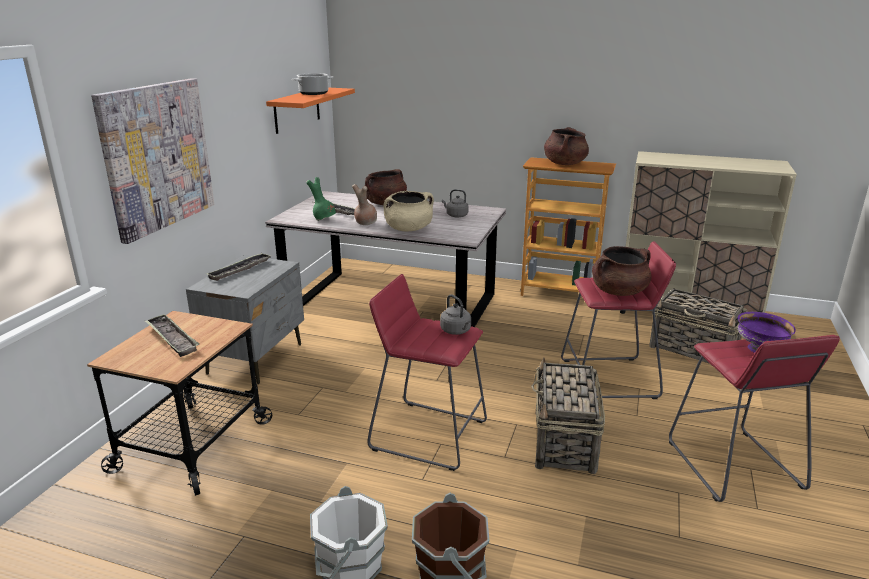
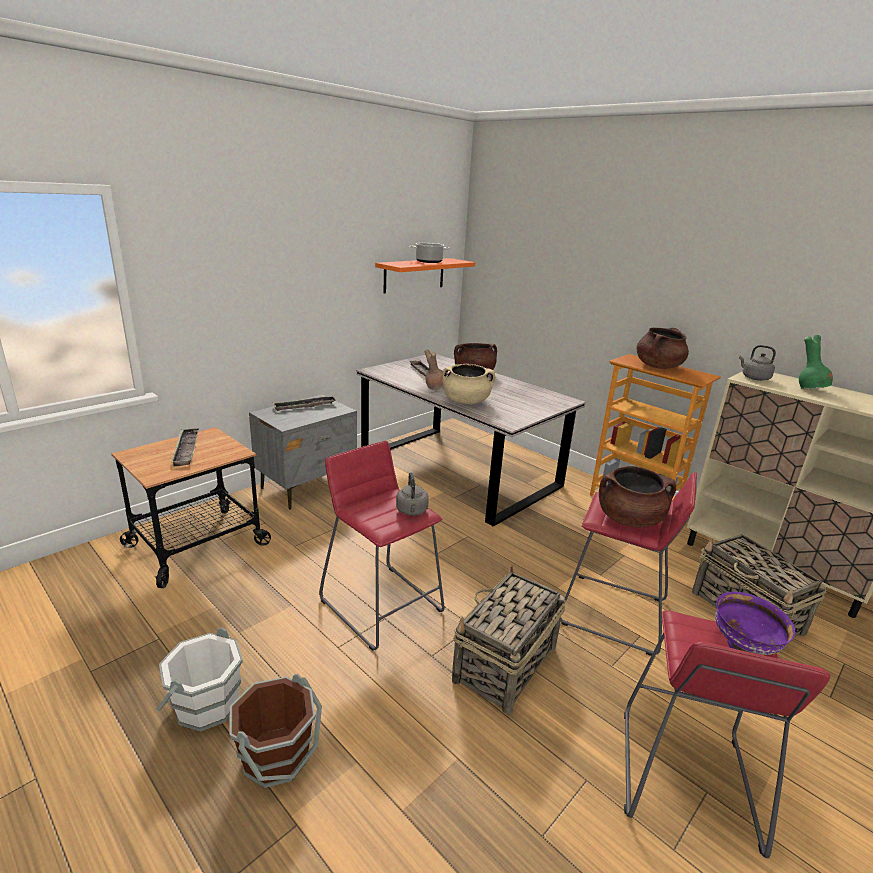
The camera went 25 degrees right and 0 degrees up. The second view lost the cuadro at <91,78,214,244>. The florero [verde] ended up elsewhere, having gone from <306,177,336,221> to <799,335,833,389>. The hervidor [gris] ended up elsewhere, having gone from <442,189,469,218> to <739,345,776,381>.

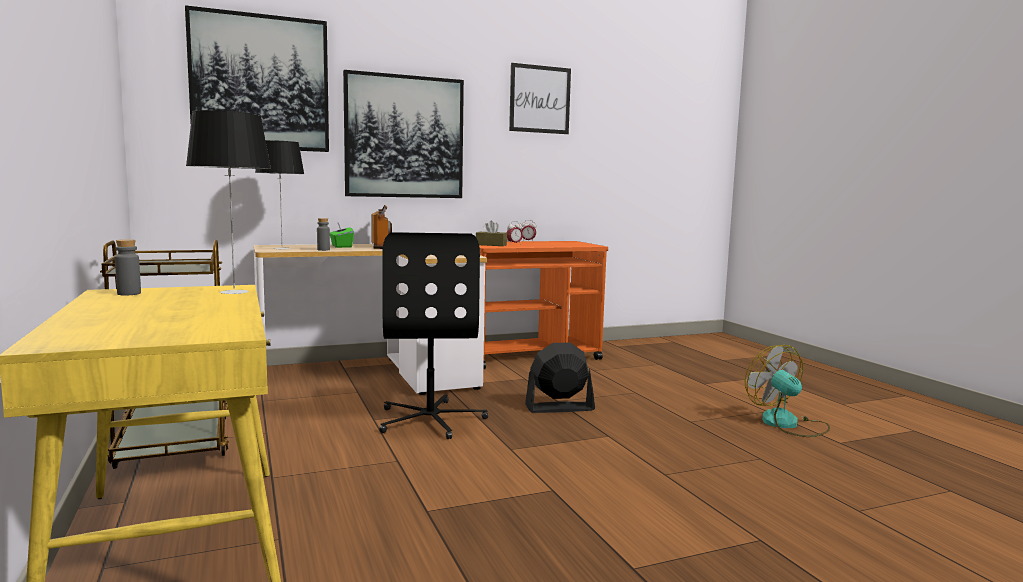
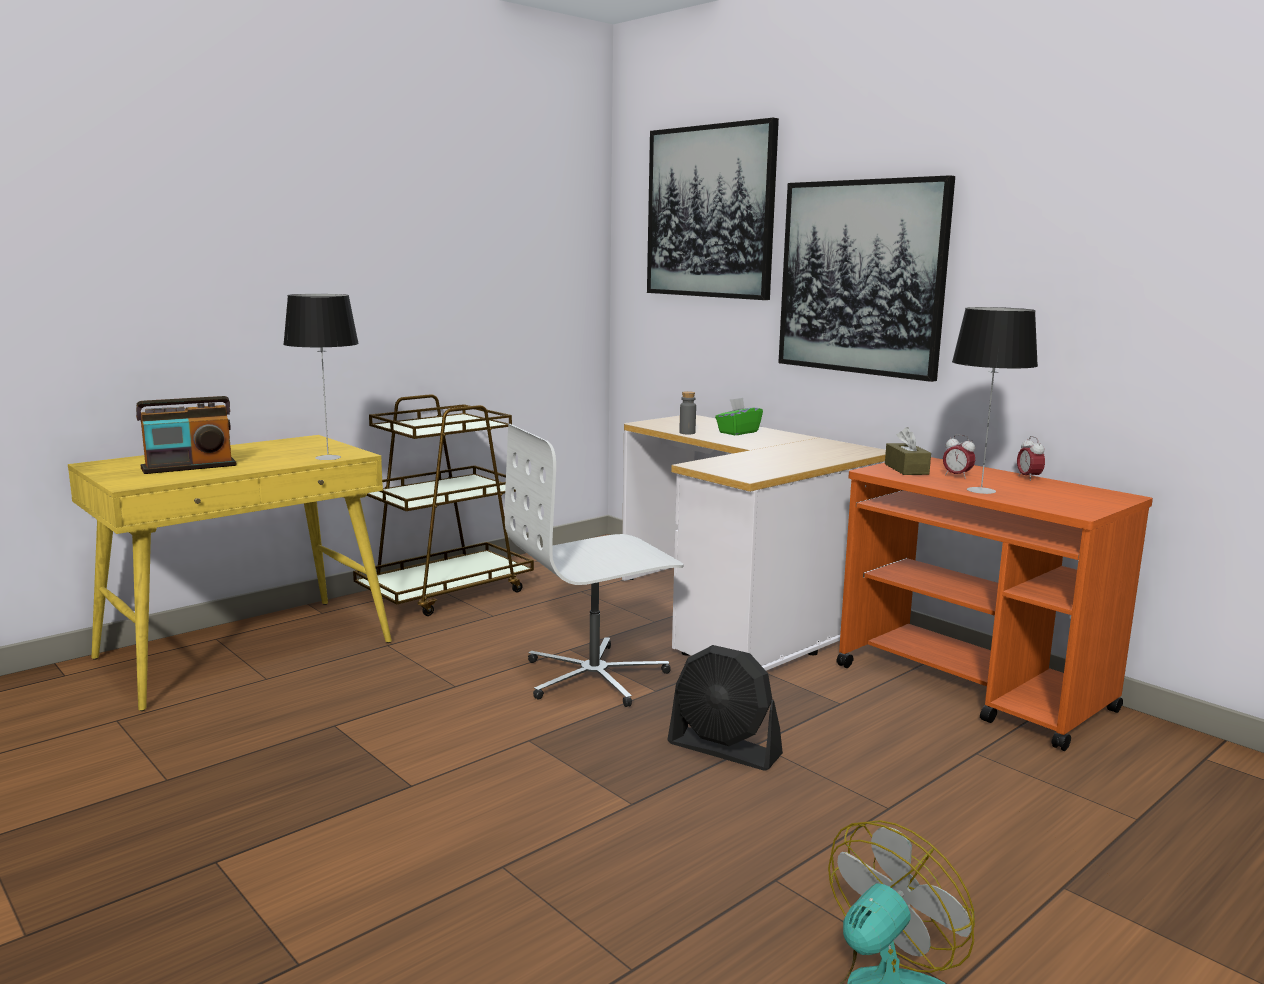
The camera went 70 degrees right and 5 degrees up. The second view lost the botella [gris] at <115,239,141,295>. The second view lost the cuadro at <509,63,571,134>. The lámpara de mesa ended up elsewhere, having gone from <255,140,304,249> to <952,307,1038,494>. The radio ended up elsewhere, having gone from <371,205,392,249> to <136,396,237,474>. What was the silla de oficina [negro] at <379,232,488,439> turned into the silla de oficina [blanco] at <505,424,684,707>. The ventilador [negro] at <525,343,595,413> ended up facing another way, 150 degrees clockwise from before.

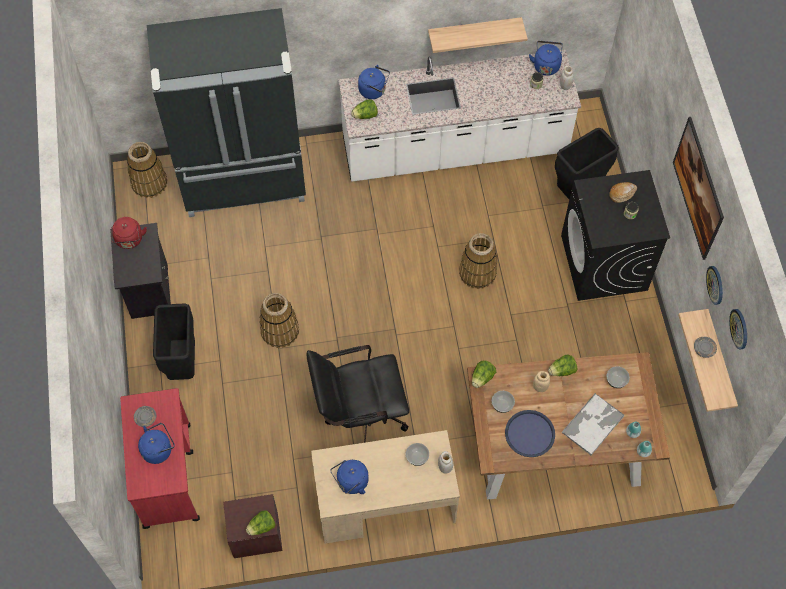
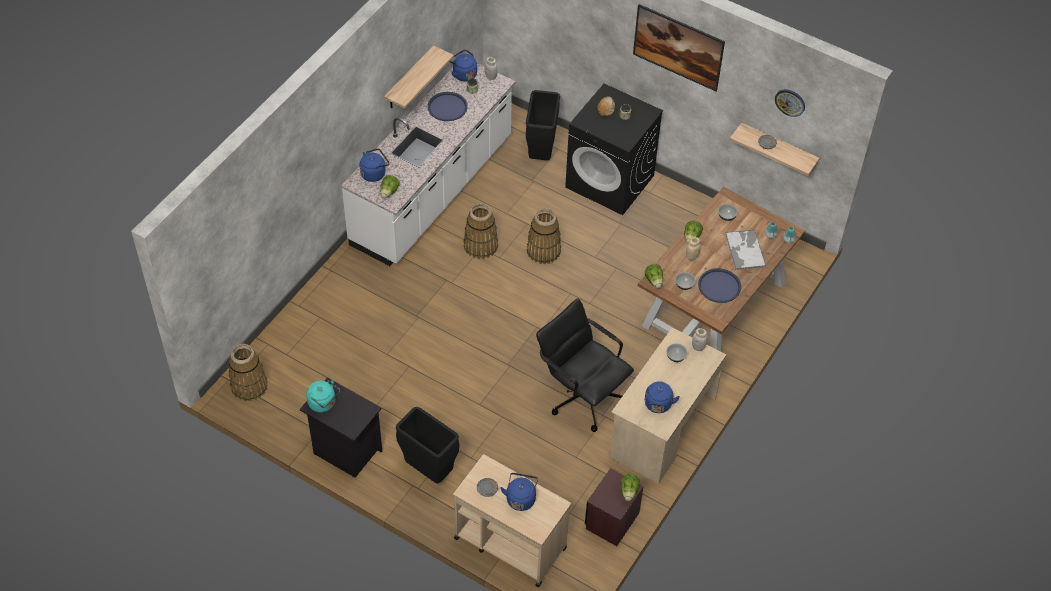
The camera went 50 degrees left and 10 degrees down. The second view lost the nevera [negro] at <147,8,306,217>. The second view lost the reloj de pared at <706,266,723,305>. The second view gained the bandeja [azul] at <428,92,468,121>. The cesta ended up elsewhere, having gone from <260,293,299,348> to <464,203,498,259>. What was the hervidor [rojo] at <111,217,147,249> turned into the hervidor [turquesa] at <306,379,340,413>. What was the carrito [rojo] at <120,388,200,529> turned into the carrito [beis] at <453,454,571,587>. The silla de oficina [negro] at <307,345,409,443> ended up facing another way, 105 degrees clockwise from before.

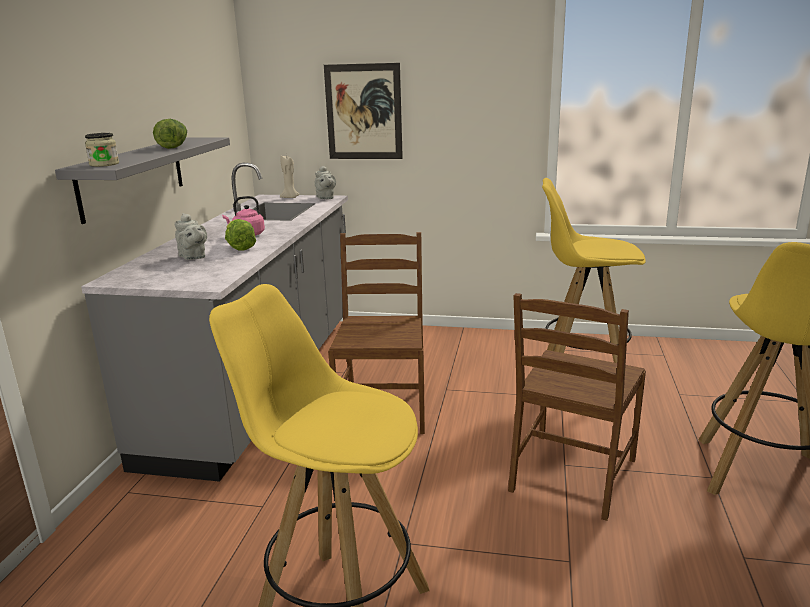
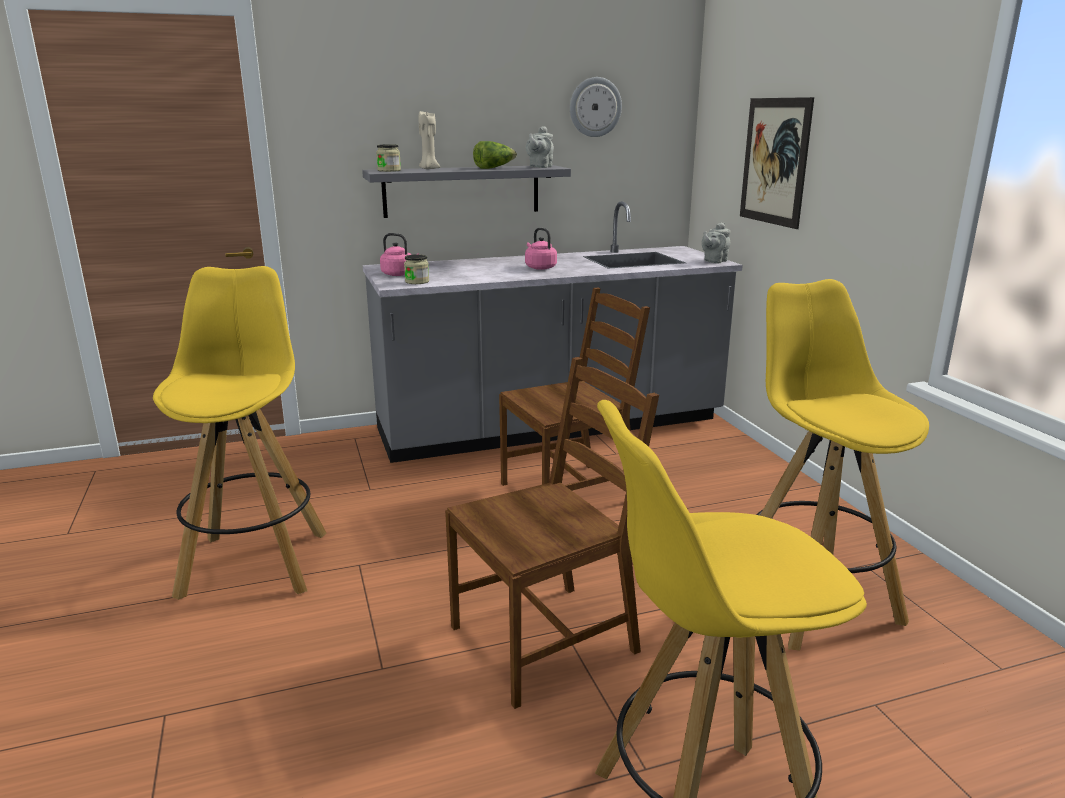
The camera went 60 degrees right and 0 degrees up. The second view lost the lechuga at <225,219,256,251>. The second view gained the hervidor [rosa] at <380,233,419,276>. The second view gained the tarro at <404,254,429,284>. The second view gained the reloj de pared at <570,77,622,137>. The tetera [gris] ended up elsewhere, having gone from <175,213,207,260> to <526,126,554,168>. The vela [beis] ended up elsewhere, having gone from <280,156,300,198> to <419,111,440,169>. The silla [marrón] at <508,293,646,521> ended up facing another way, 150 degrees clockwise from before.

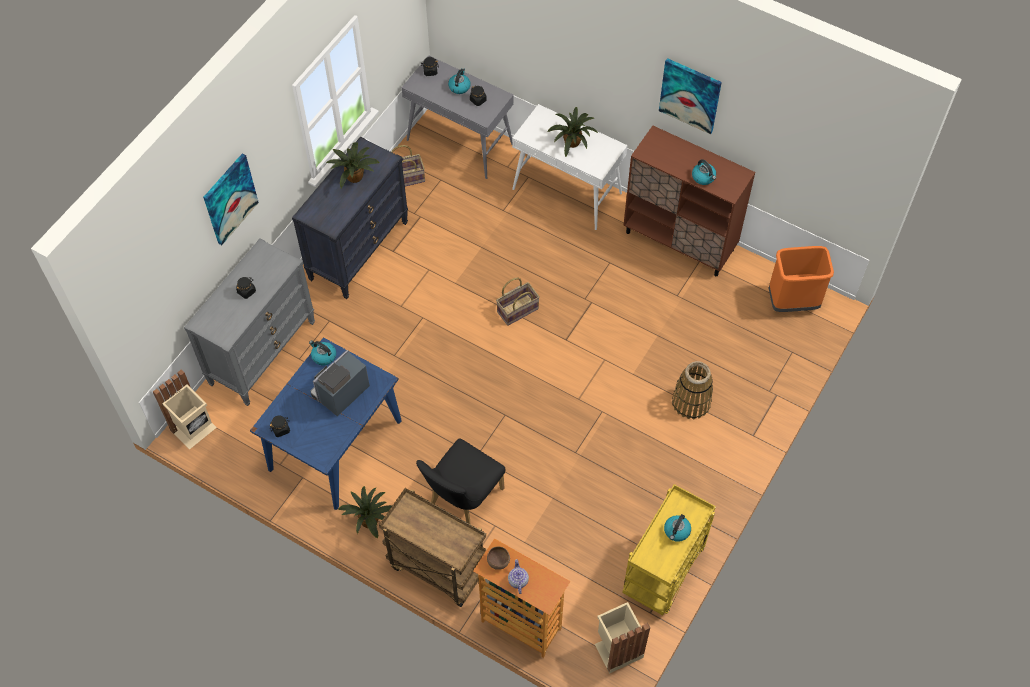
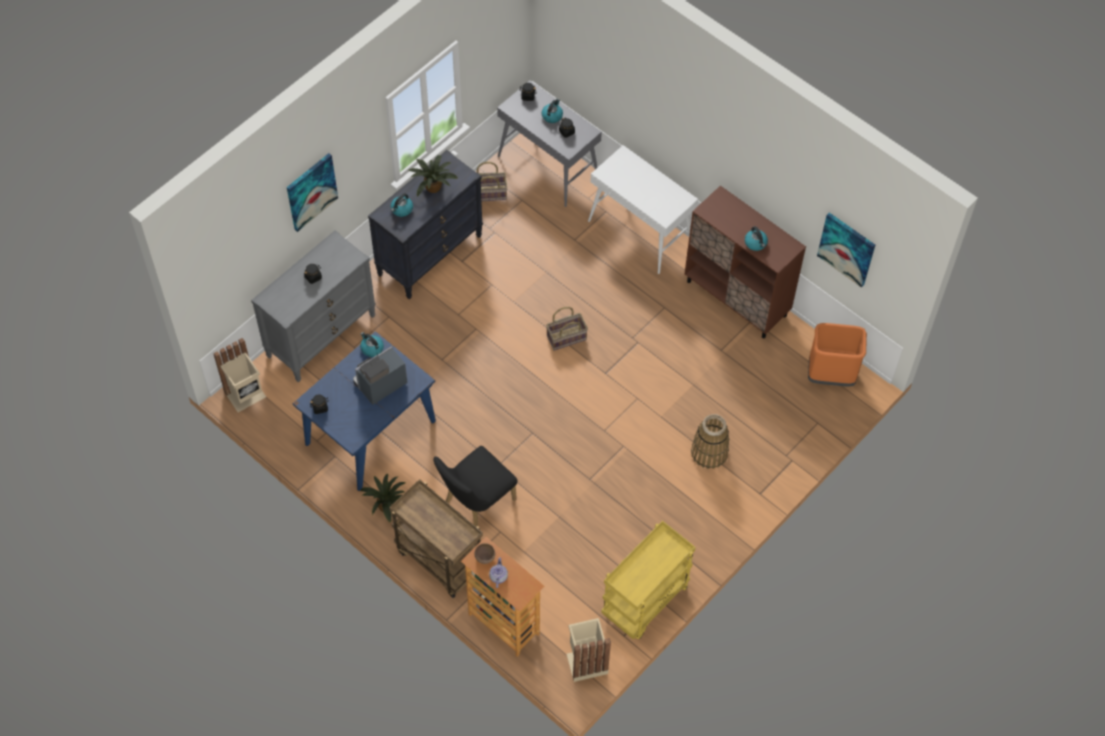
The camera went 10 degrees right and 0 degrees up. The second view lost the planta en maceta at <547,107,598,157>. The cuadro ended up elsewhere, having gone from <659,58,722,134> to <817,213,875,288>. The hervidor ended up elsewhere, having gone from <664,514,691,542> to <391,193,413,217>.

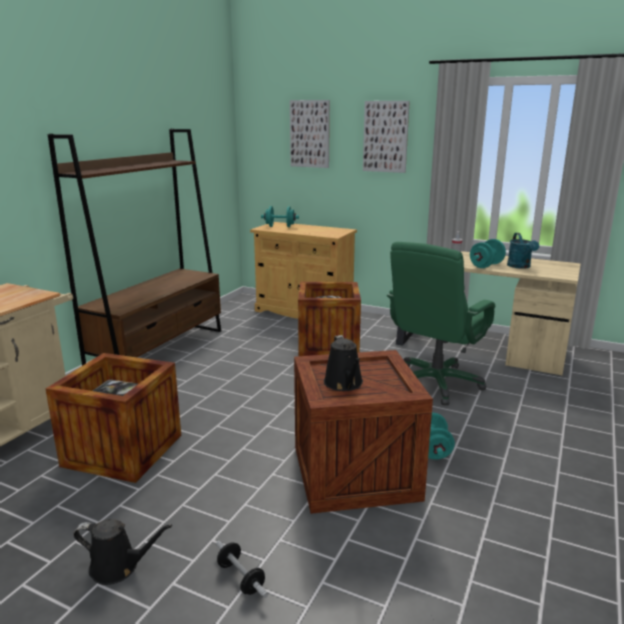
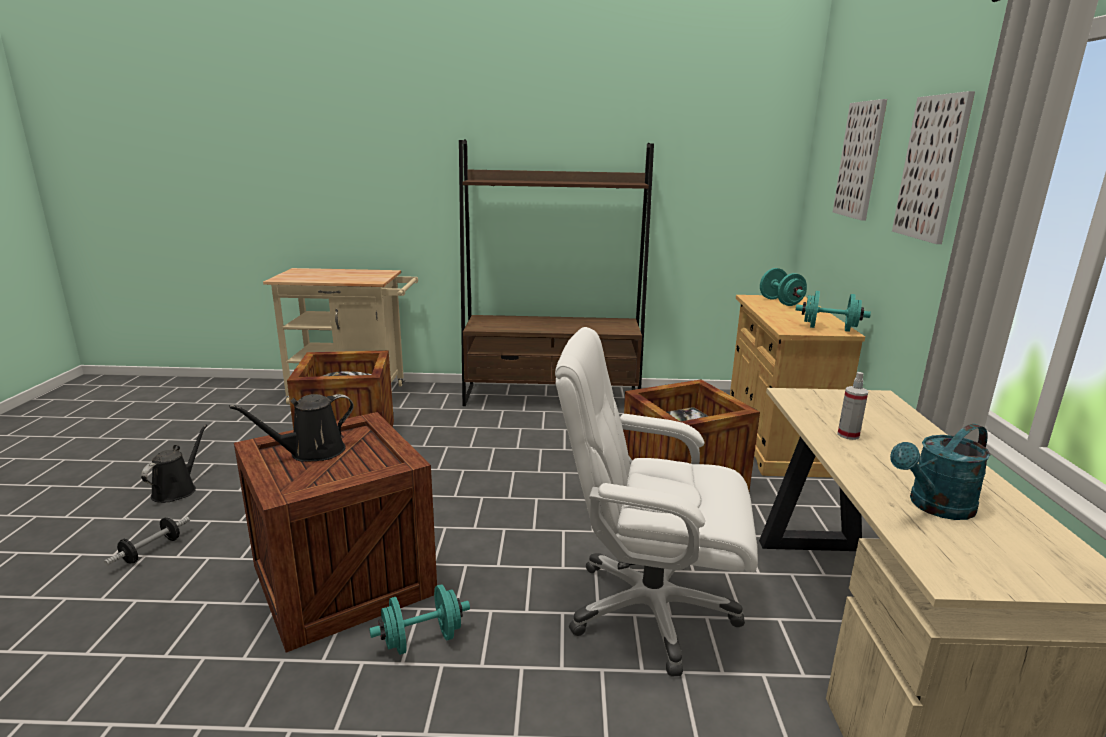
The camera went 65 degrees right and 0 degrees up. The mancuerna [turquesa] ended up elsewhere, having gone from <470,239,506,268> to <796,291,871,332>. What was the silla de oficina [verde] at <387,242,495,405> turned into the silla de oficina [blanco] at <555,327,758,677>. The regadera [negro] at <73,519,172,585> ended up facing another way, 150 degrees counterclockwise from before.

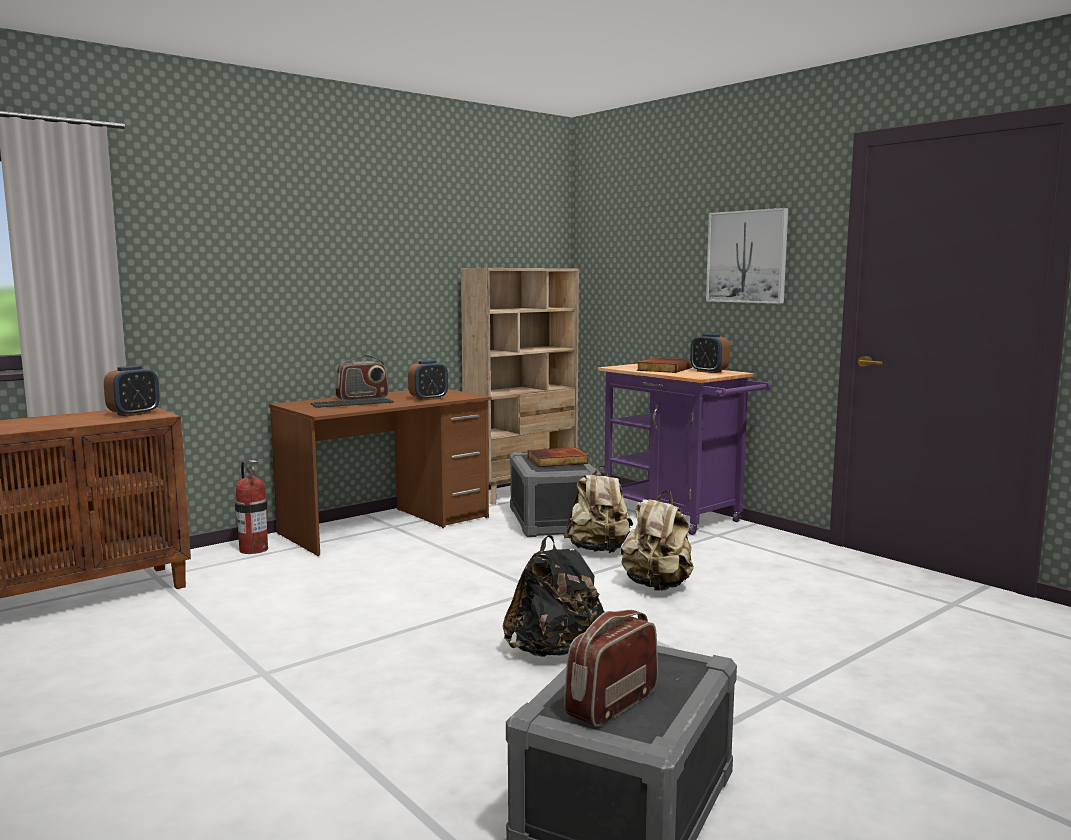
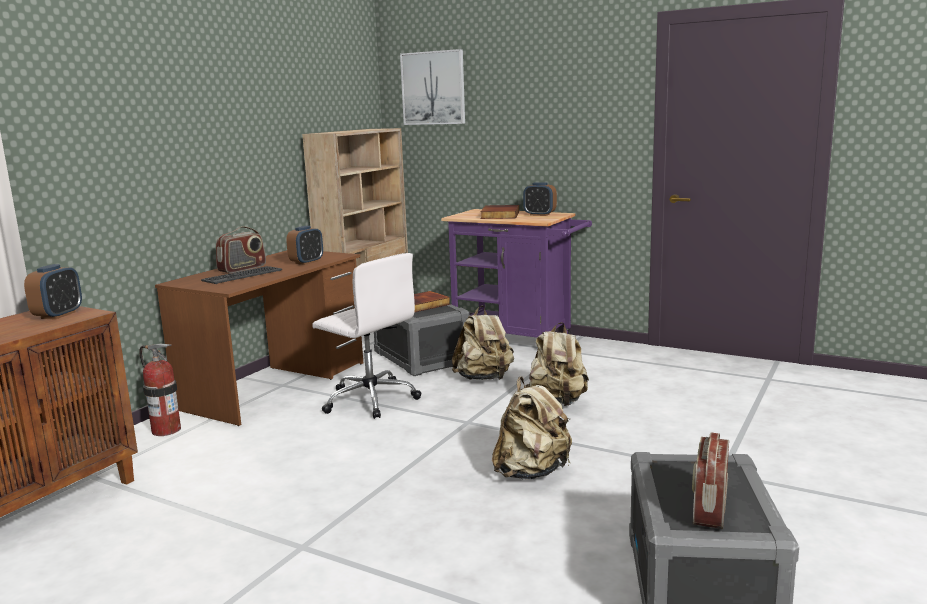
The camera went 20 degrees left and 5 degrees up. The second view gained the silla de oficina [blanco] at <312,253,421,419>. The cuadro ended up elsewhere, having gone from <706,208,788,304> to <400,49,465,125>. What was the mochila [negro] at <503,535,605,657> turned into the mochila [beis] at <492,377,572,480>.

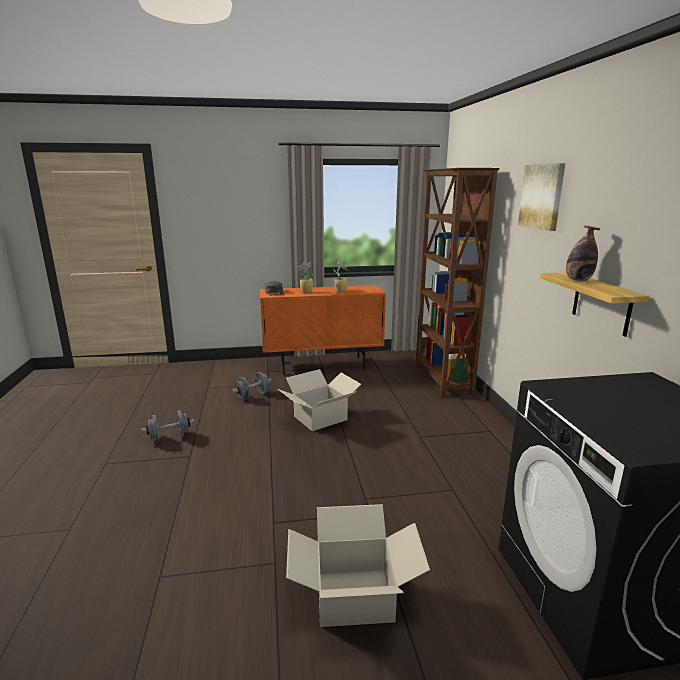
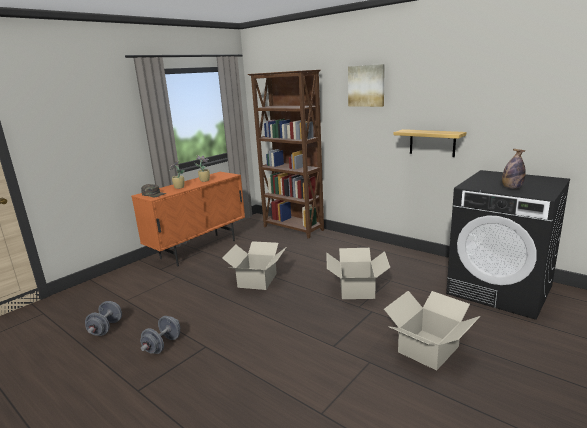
The camera went 40 degrees left and 0 degrees up. The second view gained the caja de cartón at <326,248,390,299>. The mancuerna [gris] ended up elsewhere, having gone from <232,372,271,400> to <85,301,122,336>. The botella ended up elsewhere, having gone from <566,225,600,281> to <502,149,526,189>.

